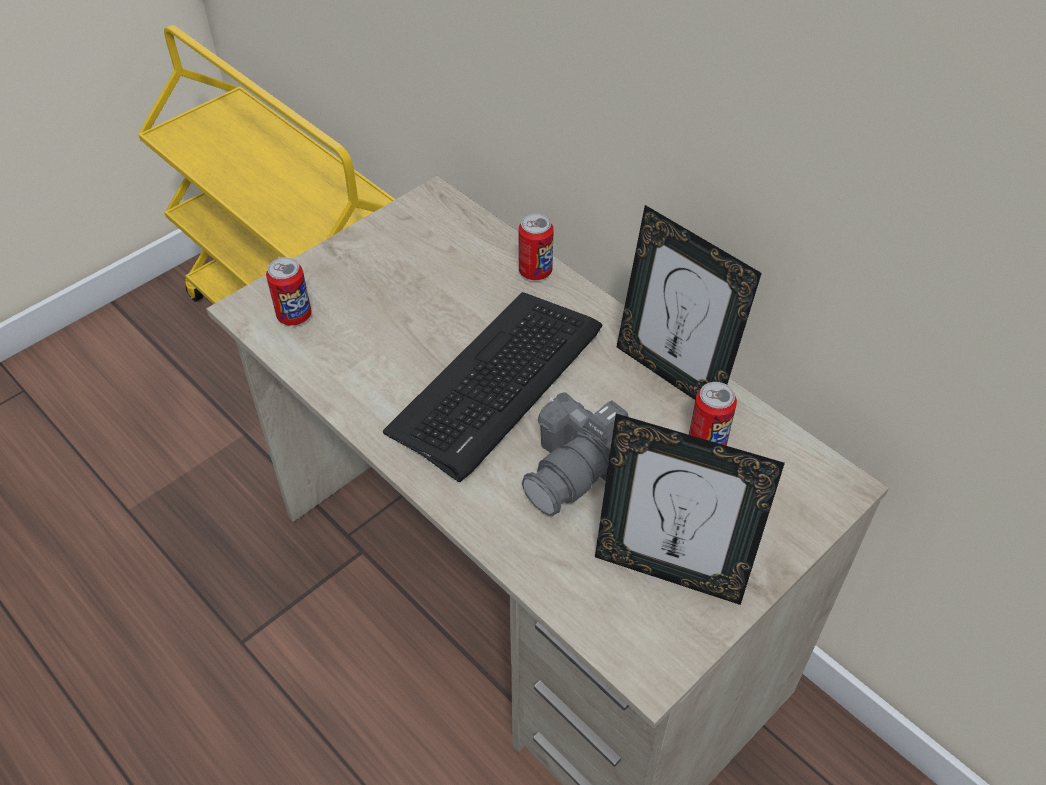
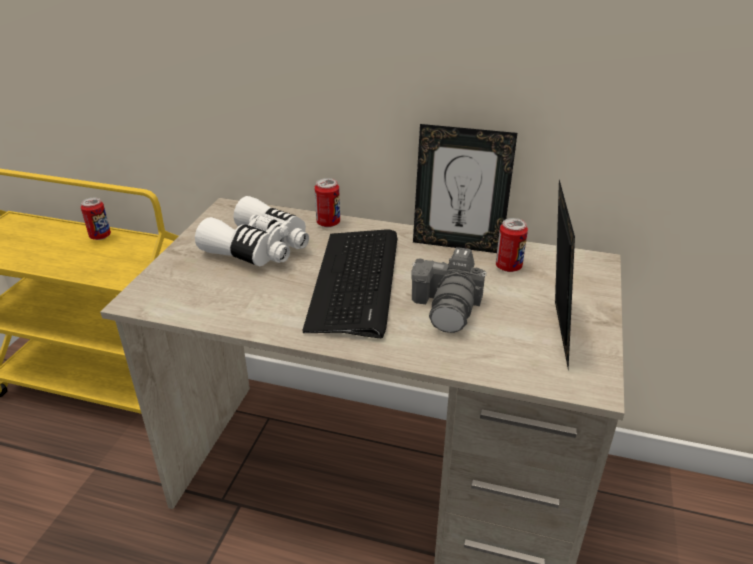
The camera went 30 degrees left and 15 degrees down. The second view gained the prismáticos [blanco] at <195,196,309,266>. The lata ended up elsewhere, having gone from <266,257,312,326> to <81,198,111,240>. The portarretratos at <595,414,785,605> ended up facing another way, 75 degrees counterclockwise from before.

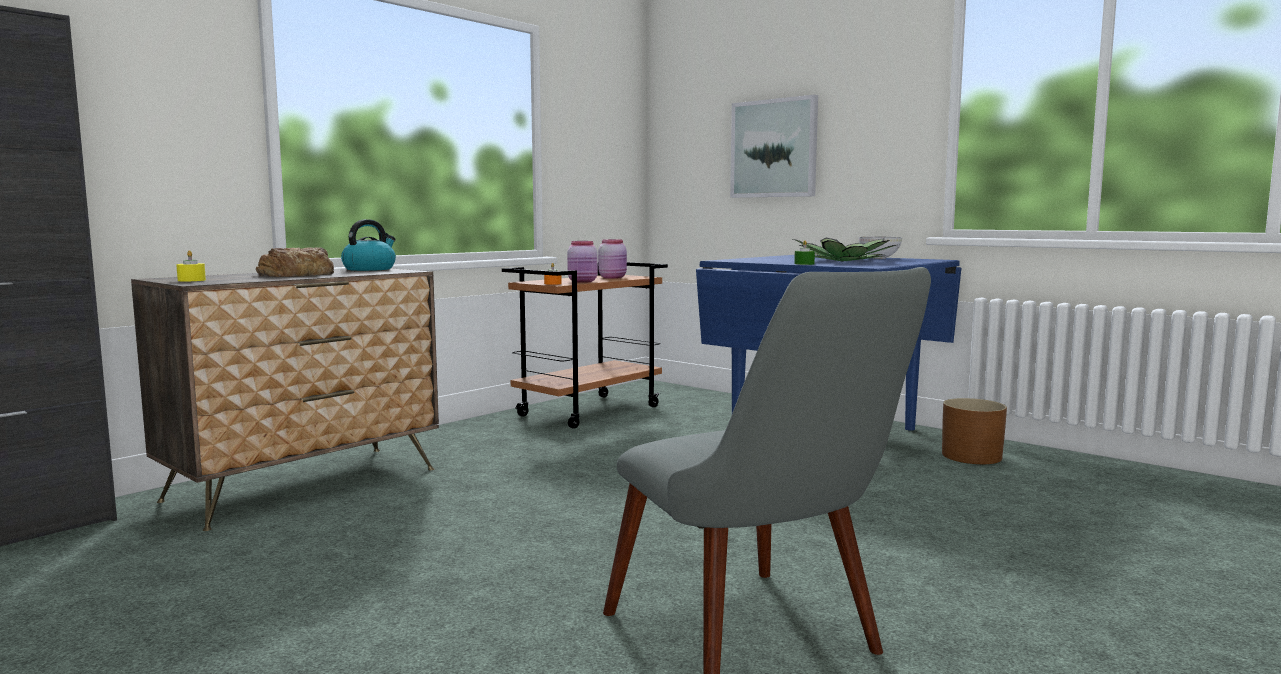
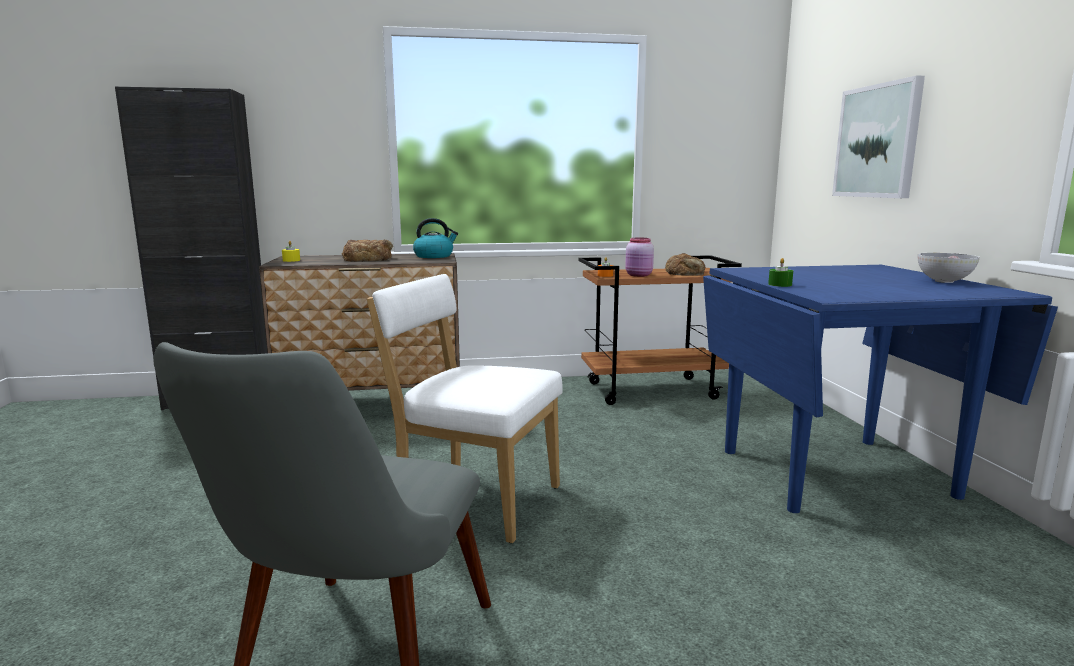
The camera went 40 degrees right and 5 degrees up. The second view lost the planta en maceta at <793,238,900,261>. The second view lost the maceta [marrón] at <942,398,1007,464>. The second view gained the silla [blanco] at <367,274,563,543>. Where the tarro [rosa] stood at <598,239,627,279>, the pan came to stand at <665,253,705,275>.

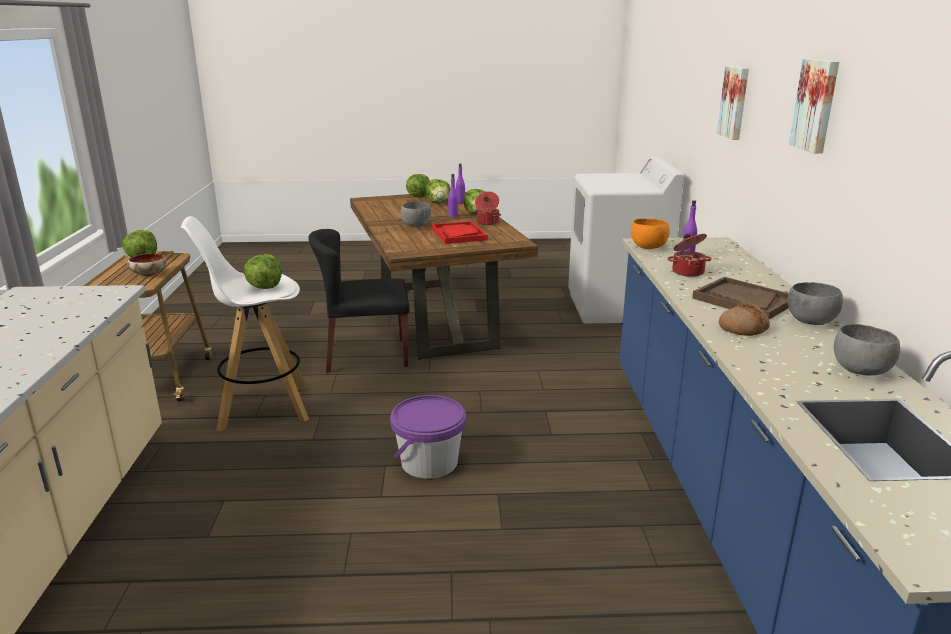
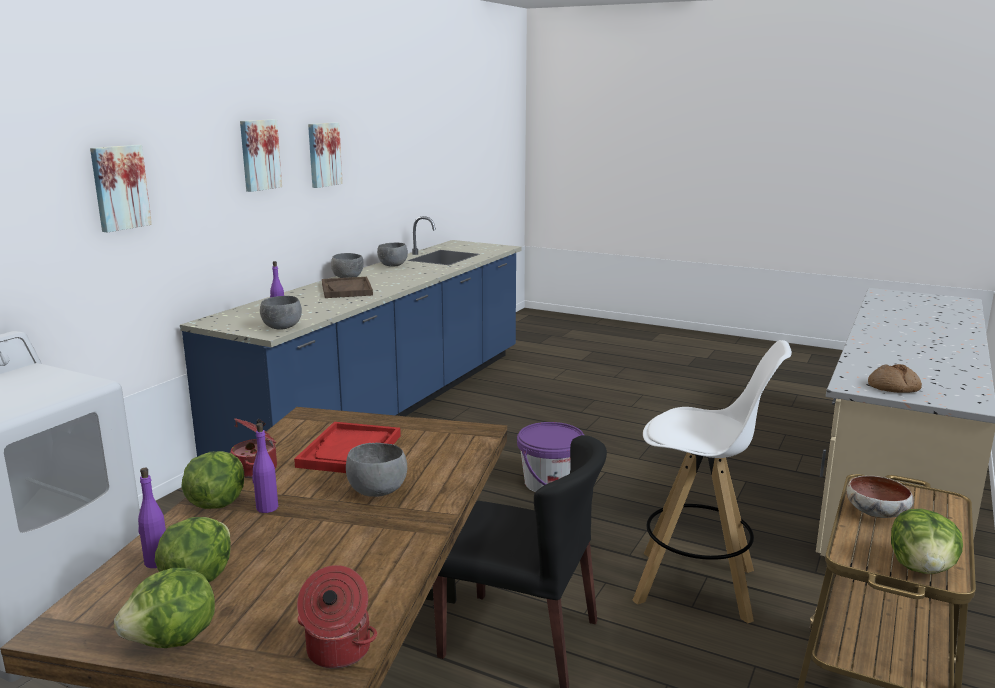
The camera went 150 degrees left and 5 degrees down. The second view lost the lechuga at <243,254,282,289>. The second view gained the cuadro at <308,122,343,188>. The olla ended up elsewhere, having gone from <667,234,712,277> to <297,565,377,669>. The pan ended up elsewhere, having gone from <719,303,770,336> to <868,364,922,393>. What was the cuenco [naranja] at <631,218,670,249> turned into the cuenco [gris] at <260,296,302,330>.

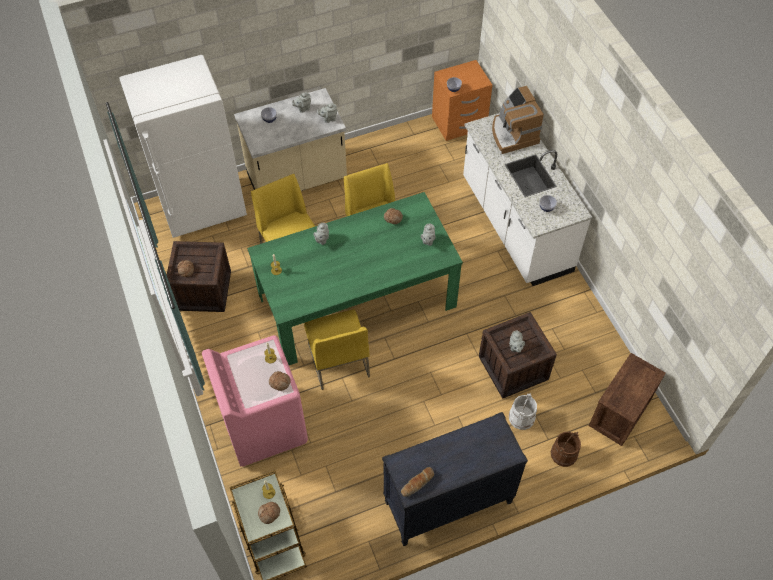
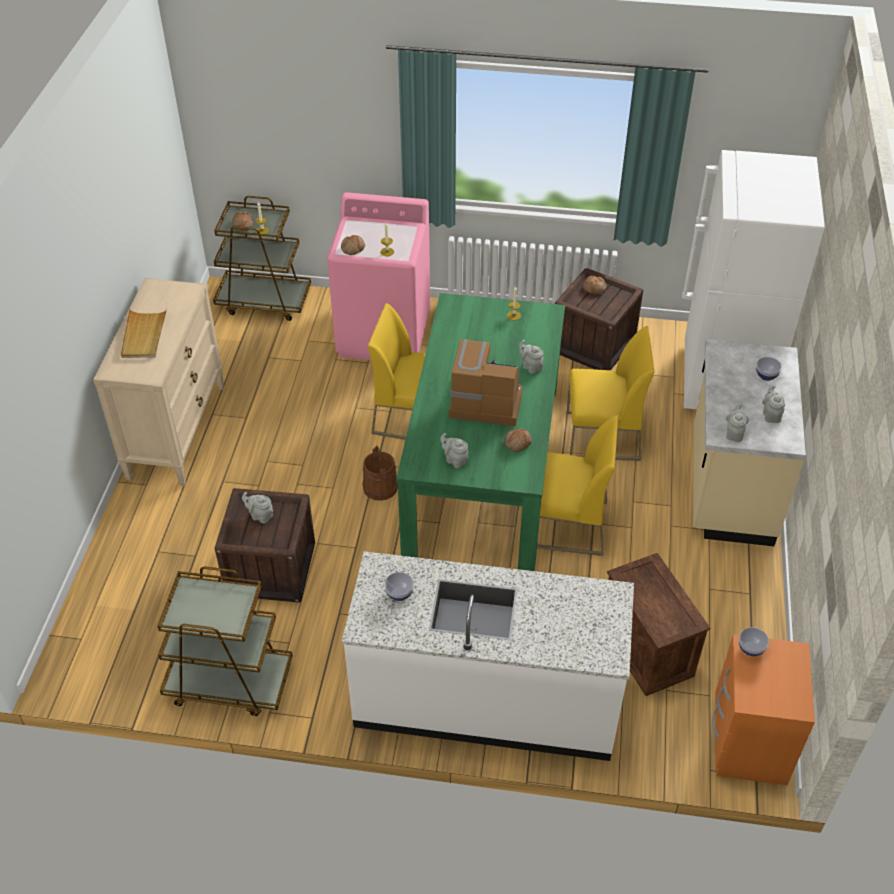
The camera went 120 degrees right and 10 degrees down. The second view lost the pan at <401,467,434,497>. The second view lost the cubo [blanco] at <509,393,537,430>. The second view gained the bandeja [beis] at <121,309,167,358>. The second view gained the carrito [marrón] at <157,566,293,716>. The cafetera ended up elsewhere, having gone from <492,86,544,154> to <449,339,523,427>. The cubo [marrón] ended up elsewhere, having gone from <551,432,581,467> to <363,446,398,501>. The caja de embalaje ended up elsewhere, having gone from <589,353,666,446> to <607,553,710,696>. What was the cómoda [negro] at <382,412,528,546> turned into the cómoda [beis] at <93,278,224,486>.

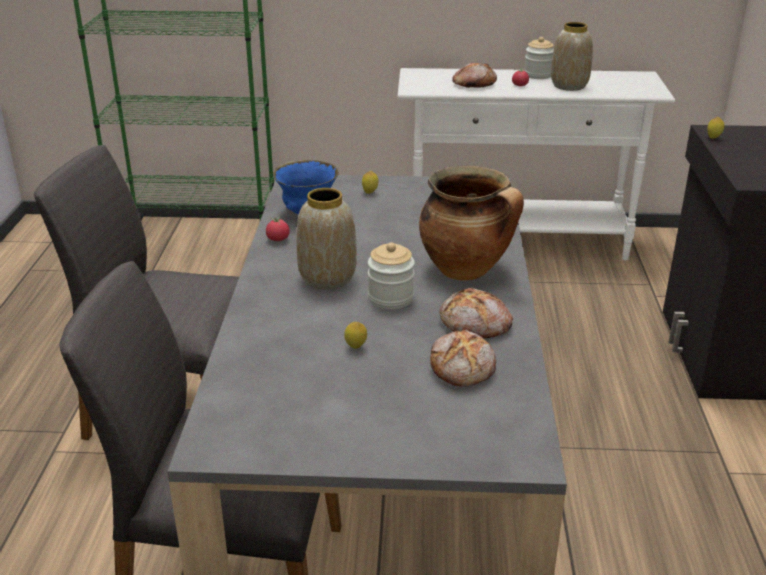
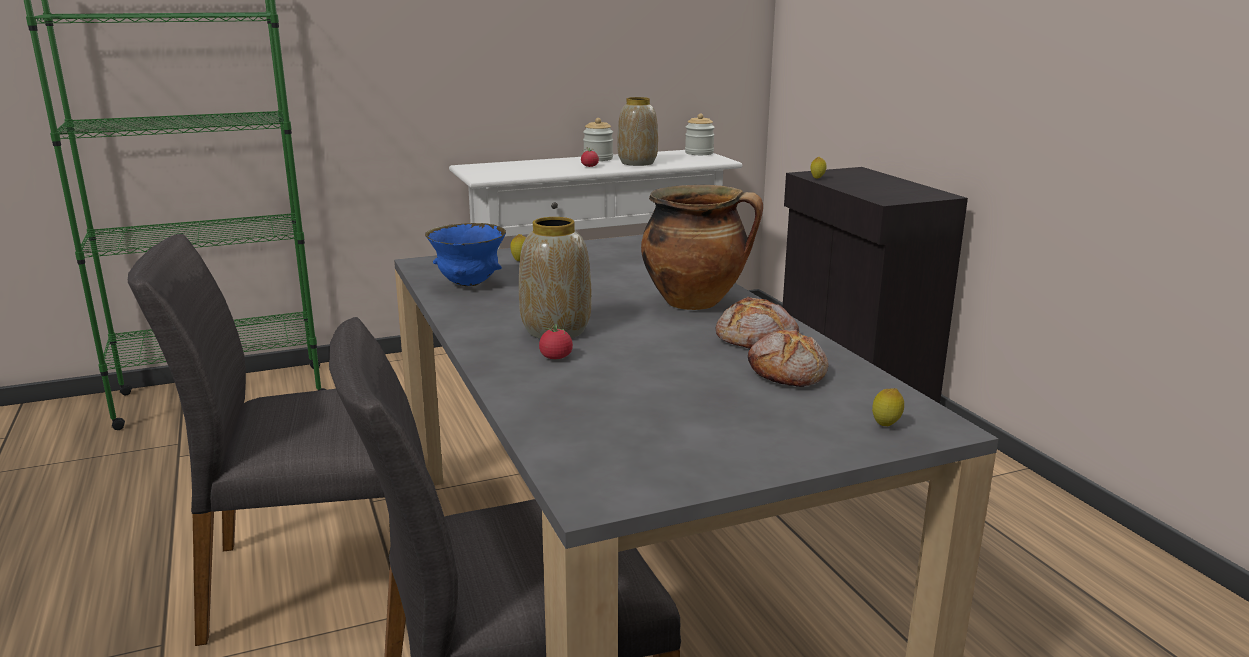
The camera went 25 degrees left and 10 degrees down. The second view lost the pan at <452,63,497,88>. The tomate ended up elsewhere, having gone from <266,217,290,241> to <539,324,573,359>. The limón ended up elsewhere, having gone from <344,322,367,349> to <872,388,904,426>. The tarro ended up elsewhere, having gone from <368,242,415,309> to <685,114,715,155>.

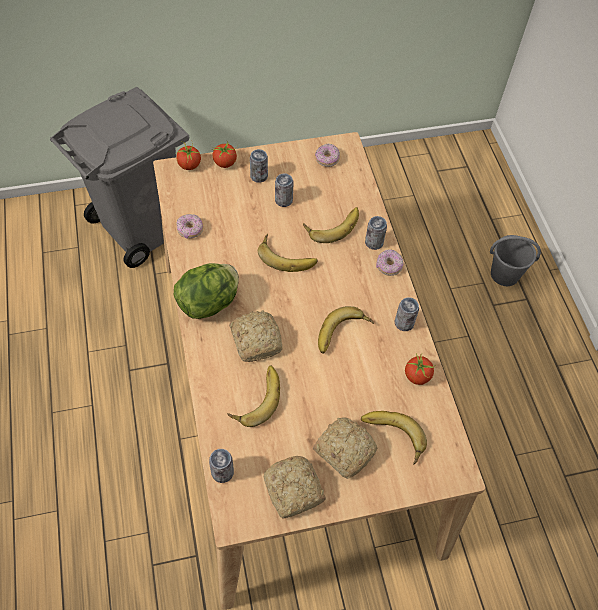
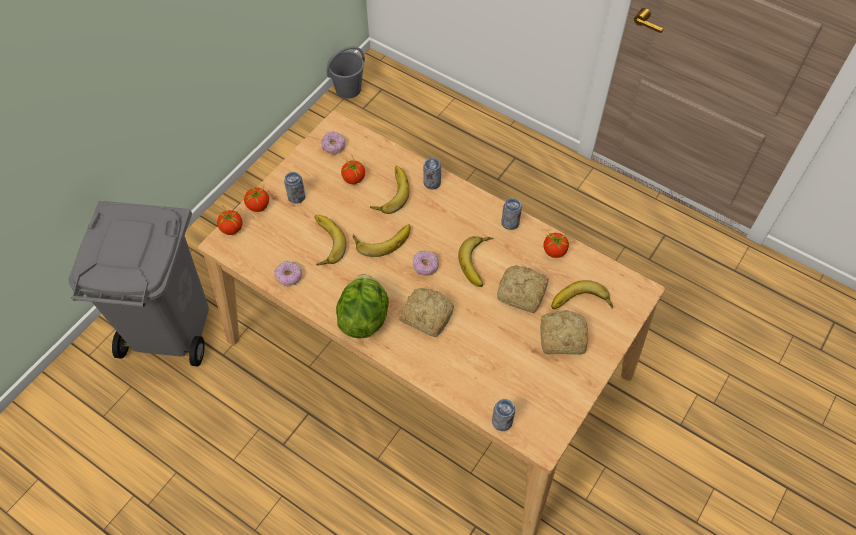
The camera went 40 degrees left and 0 degrees up. The second view lost the lata at <275,174,293,207>. The second view gained the tomate at <341,154,365,184>. The plátano ended up elsewhere, having gone from <227,365,280,427> to <315,215,346,265>. The pan ended up elsewhere, having gone from <264,456,326,518> to <497,265,548,313>. The rosquilla ended up elsewhere, having gone from <376,249,404,276> to <413,251,439,276>. The cubo [gris] ended up elsewhere, having gone from <490,235,541,286> to <327,46,365,99>.

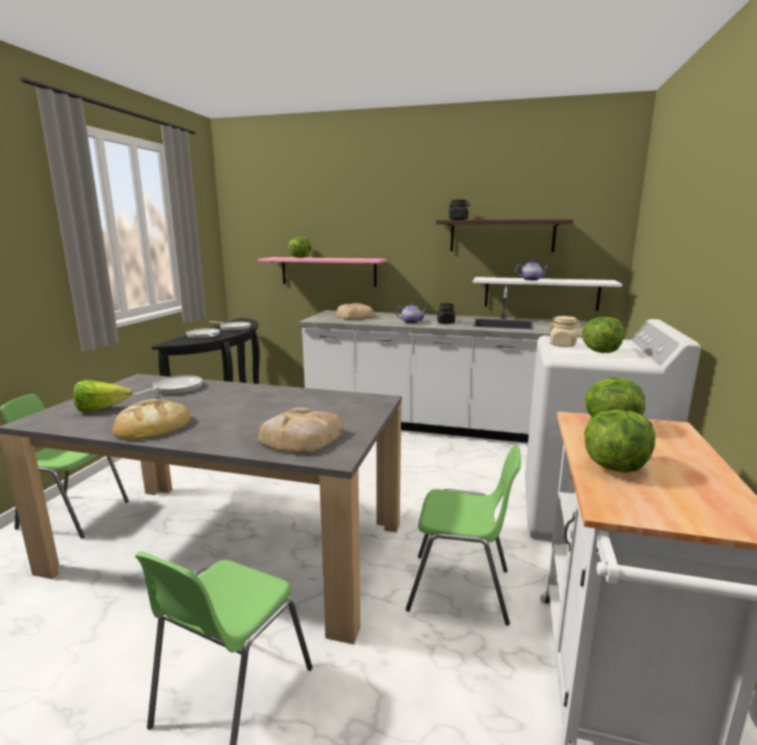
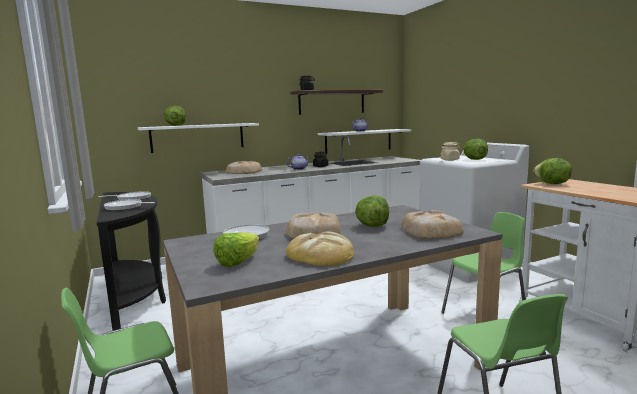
The camera went 40 degrees left and 5 degrees down. The second view gained the pan at <286,213,341,239>. The lechuga ended up elsewhere, having gone from <584,410,655,473> to <355,195,389,227>. What was the estante [rosa] at <258,257,386,287> turned into the estante [blanco] at <138,123,259,153>.

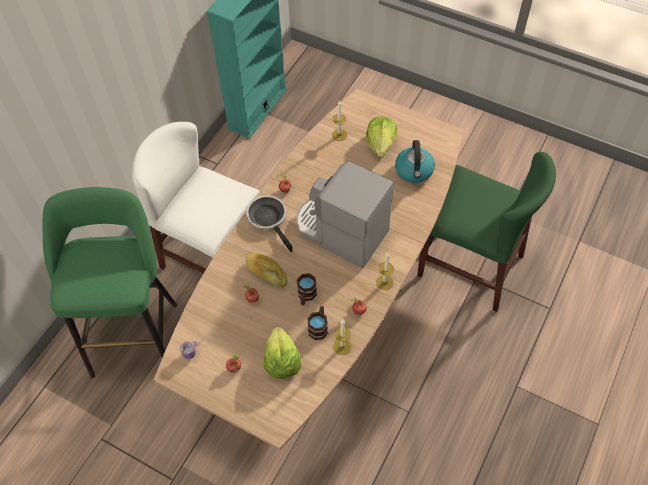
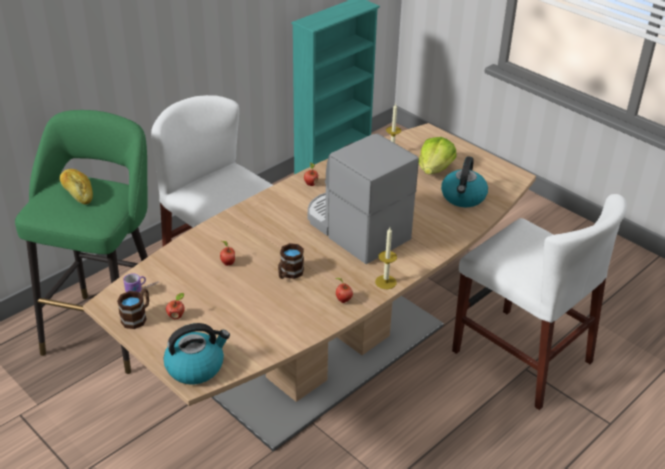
The camera went 15 degrees right and 20 degrees down. The second view lost the sartén at <246,195,293,253>. The second view lost the lechuga at <264,327,301,379>. The second view lost the vela at <333,320,352,355>. The second view gained the hervidor at <163,323,230,384>. The pan ended up elsewhere, having gone from <246,253,288,287> to <59,169,93,204>. The taza grande [marrón] ended up elsewhere, having gone from <307,306,328,340> to <117,289,149,329>. What was the silla [verde] at <417,152,556,312> turned into the silla [blanco] at <452,194,627,410>.

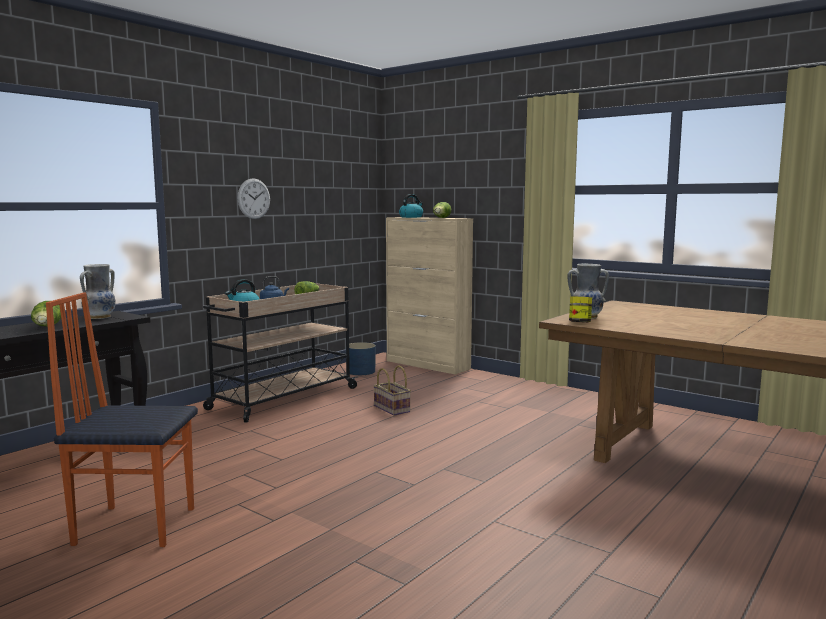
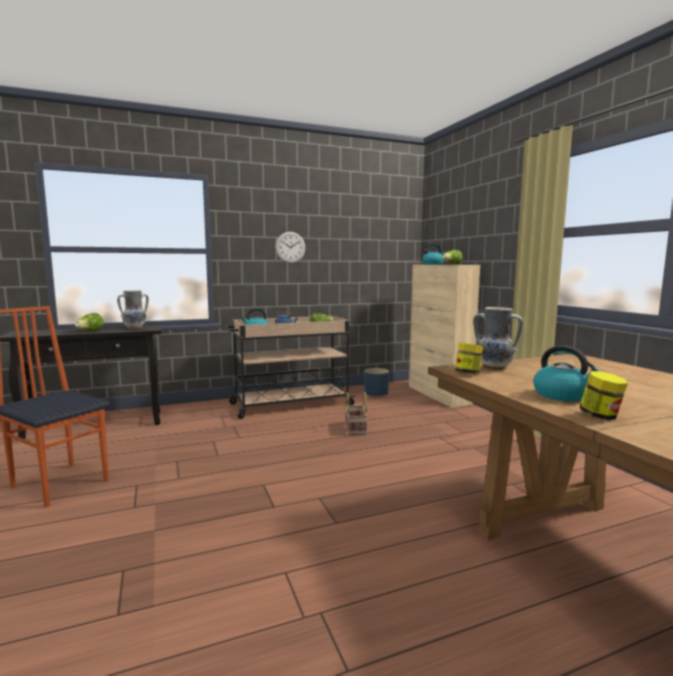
The camera went 30 degrees right and 0 degrees up. The second view gained the hervidor at <533,345,603,402>. The second view gained the tarro at <580,371,628,420>.

